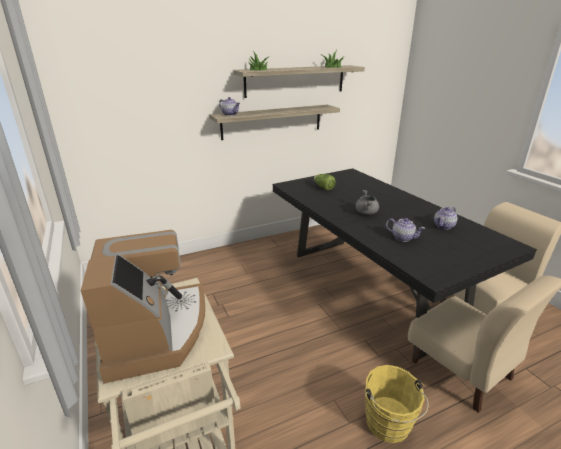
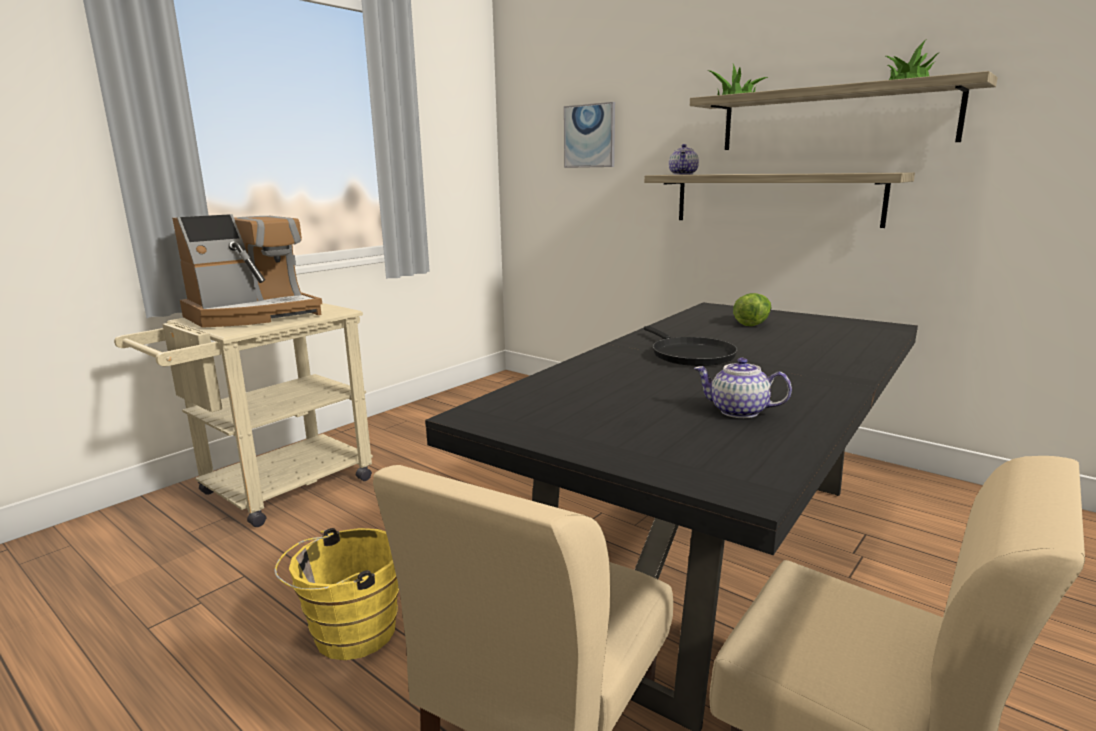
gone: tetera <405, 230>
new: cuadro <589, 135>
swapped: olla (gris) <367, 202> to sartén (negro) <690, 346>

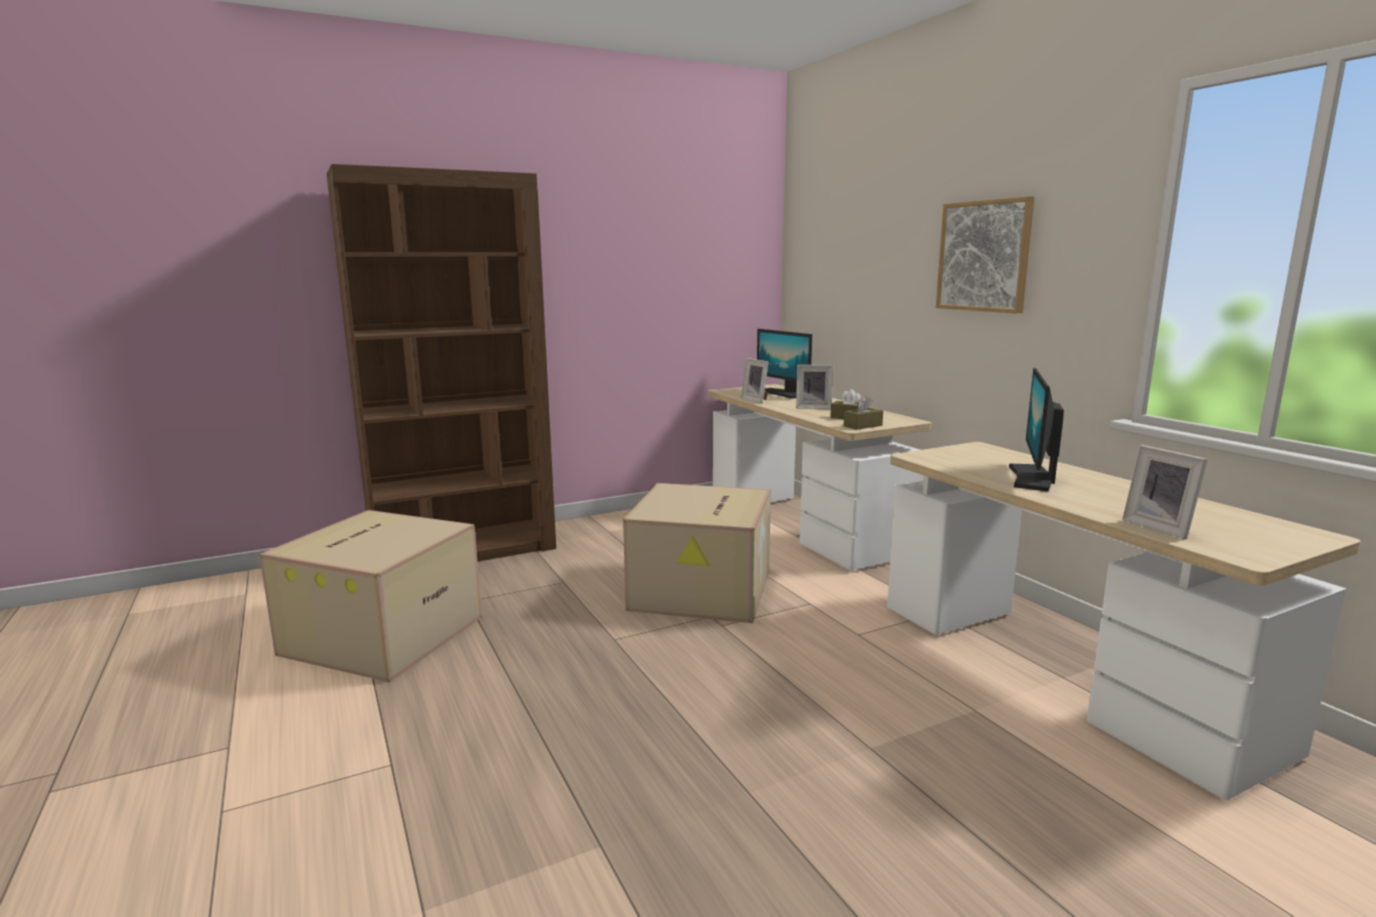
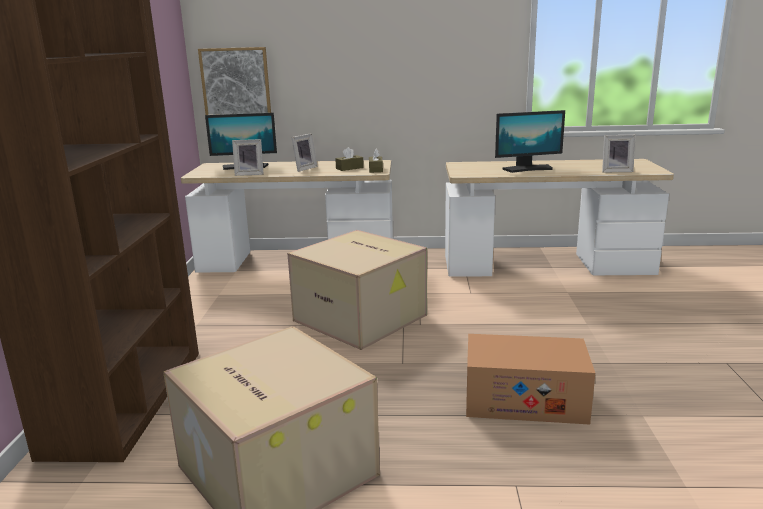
new: caja de cartón <530, 379>
shifted: cuadro <985, 255> to <234, 81>
rotated: monitor <1036, 430> = <530, 141> 60 degrees counterclockwise

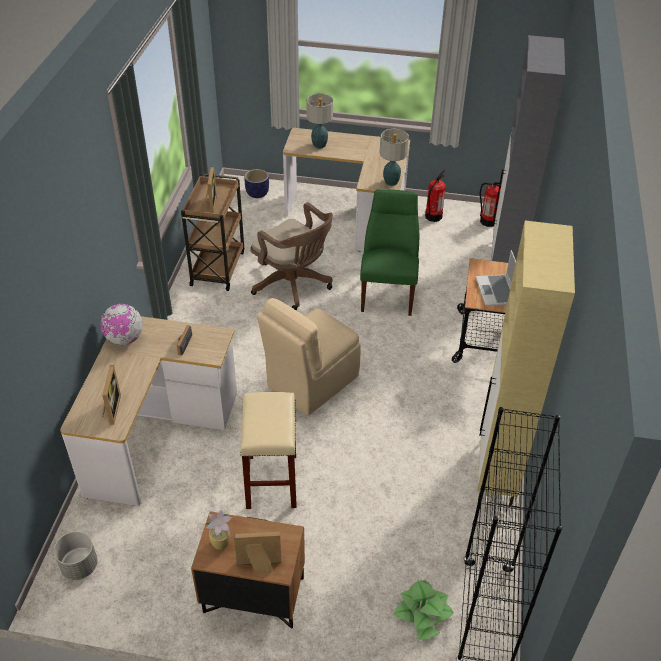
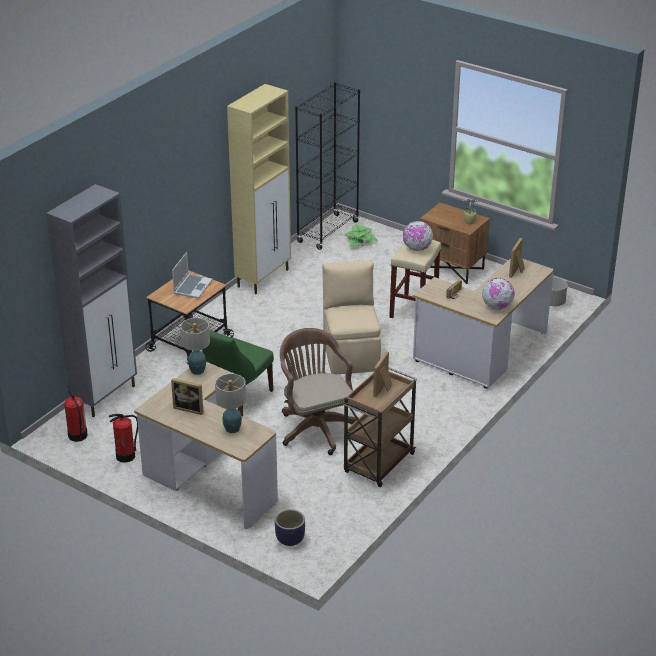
new: globo terráqueo <418, 236>
shifted: portarretratos <257, 552> to <187, 396>
rotated: silla (beis) <309, 357> = <351, 317> 75 degrees counterclockwise

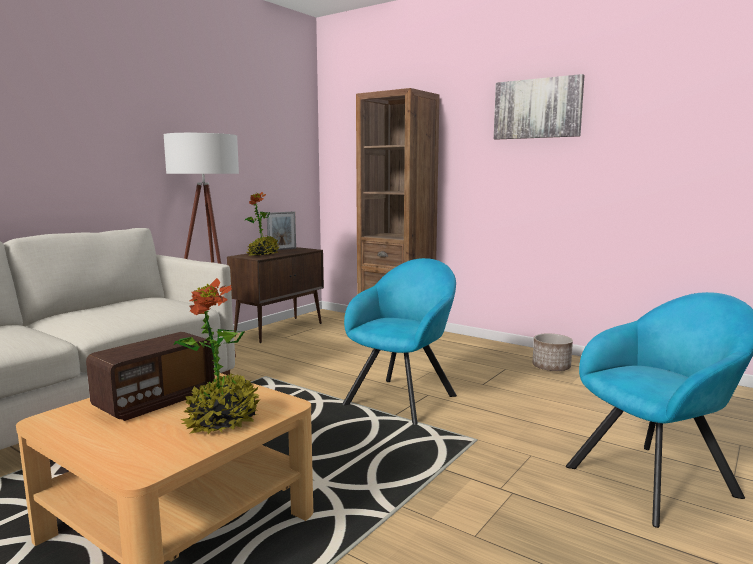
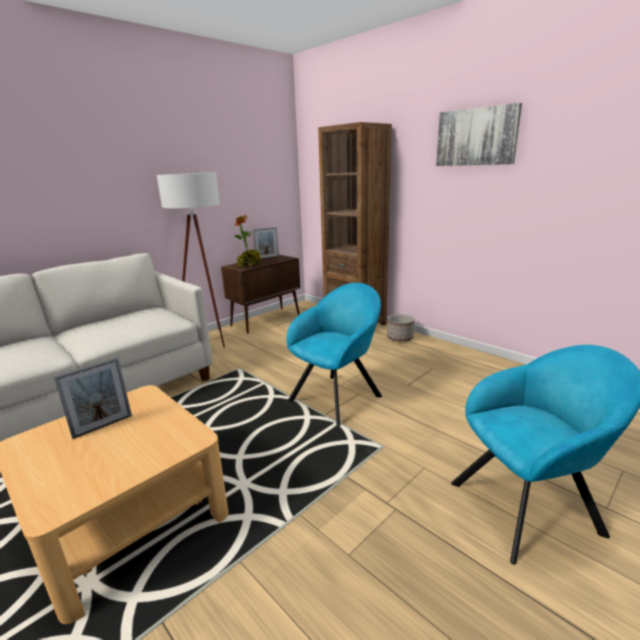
gone: planta en maceta <217, 356>
shifted: maceta <552, 352> to <401, 328>
swapped: radio <150, 376> to portarretratos <93, 398>

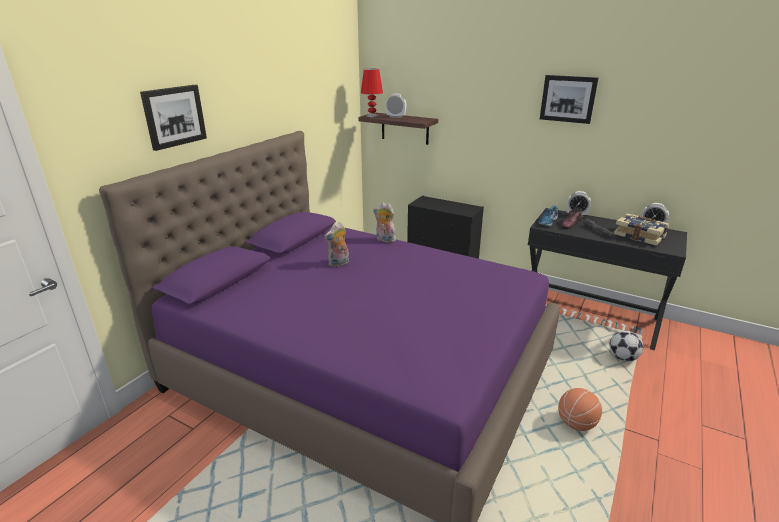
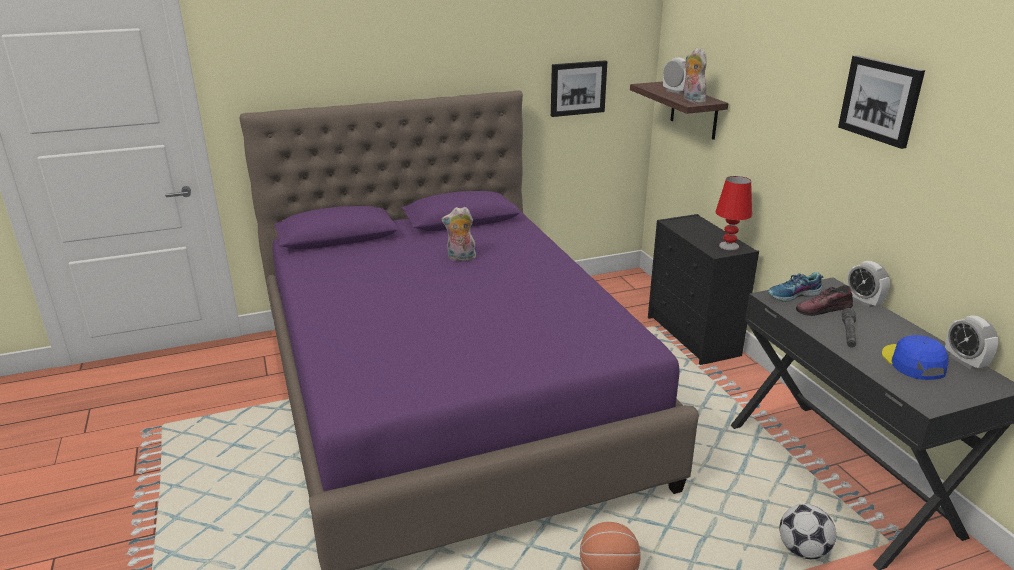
shifted: cuadro <173, 118> to <579, 88>; lámpara de mesa (rojo) <372, 93> to <733, 213>; peluche <384, 223> to <695, 75>
swapped: libro <641, 229> to gorra (azul) <915, 357>

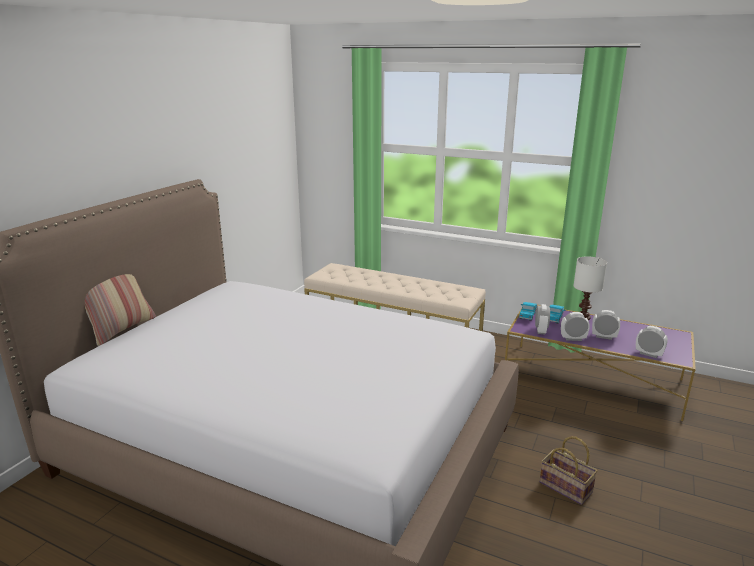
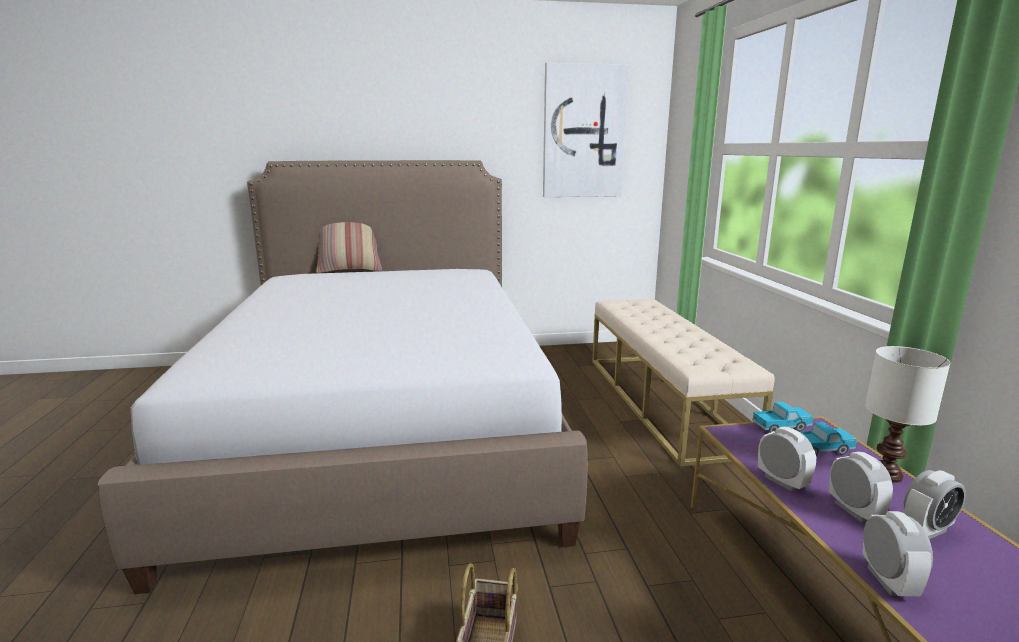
new: cuadro <586, 129>
shifted: despertador <542, 319> to <935, 504>

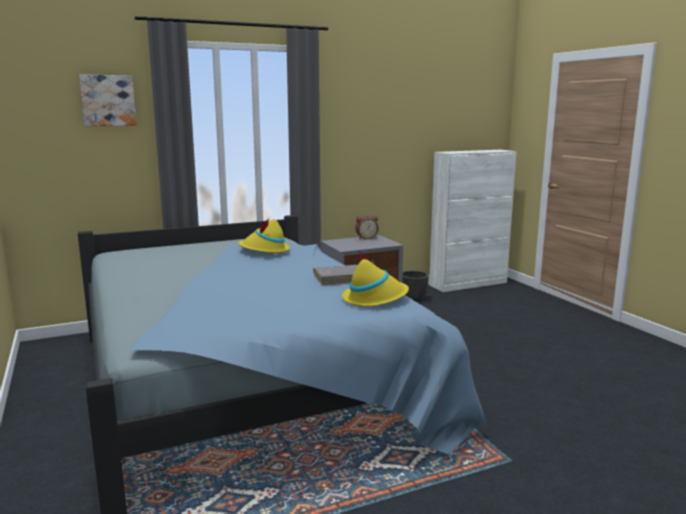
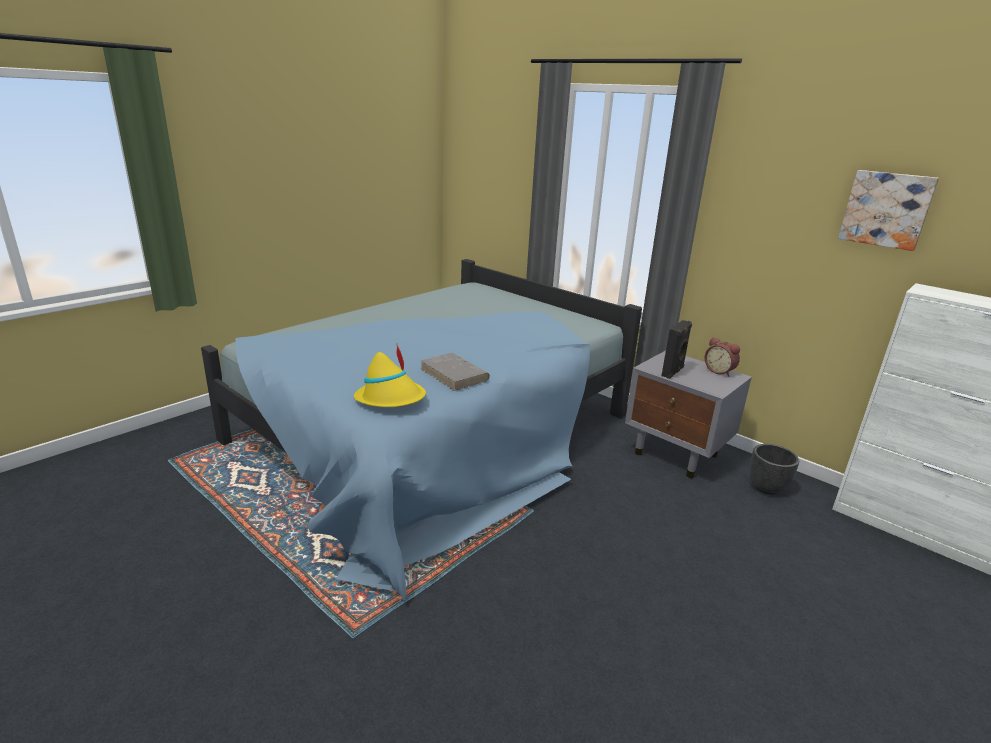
gone: sombrero (amarillo) <264, 235>
new: altavoz (negro) <676, 349>
shifted: cuadro <108, 100> to <888, 210>

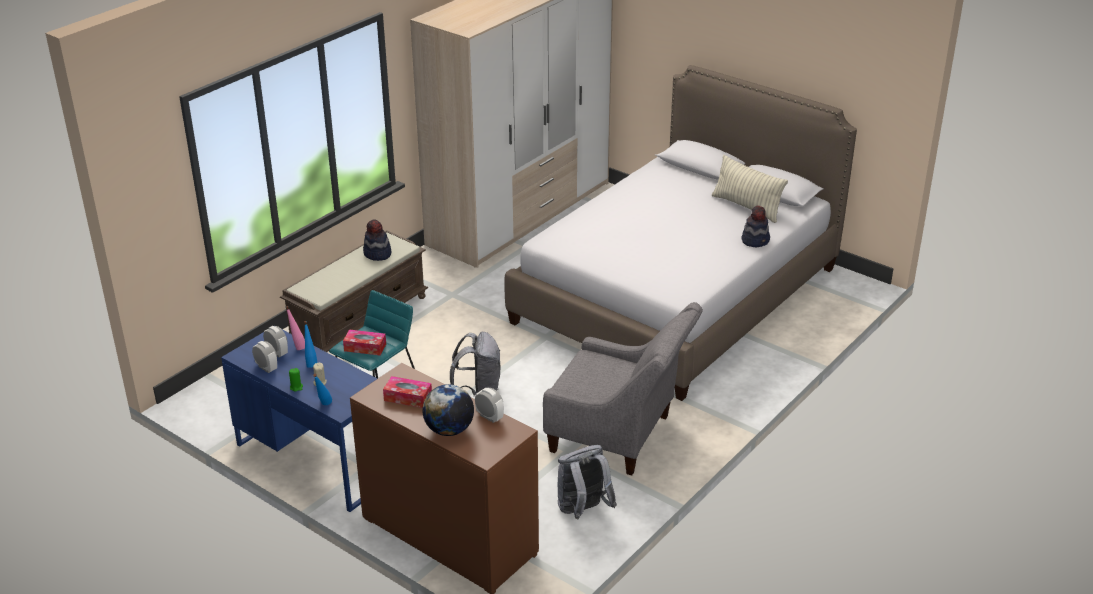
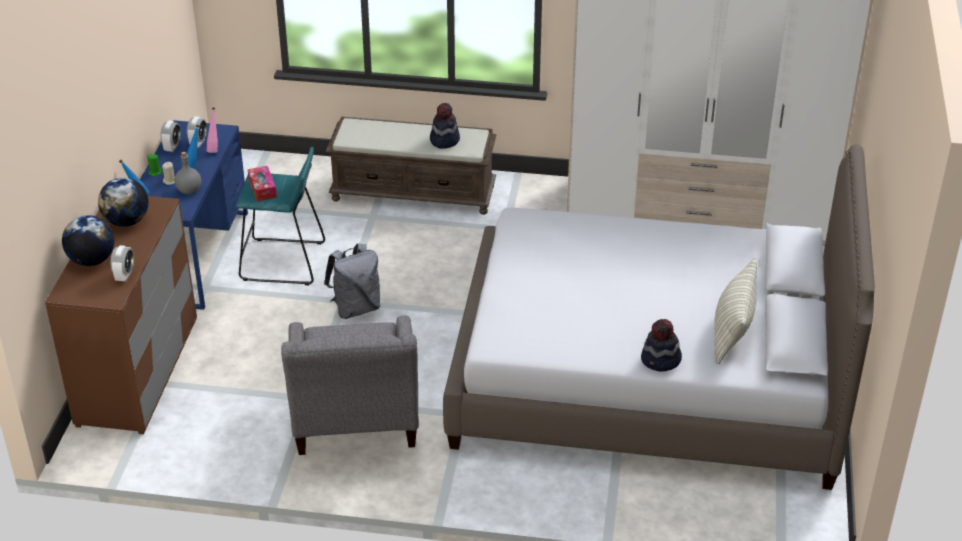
gone: mochila (gris) <587, 482>
new: botella (gris) <187, 173>
swapped: caja de pañuelos <407, 392> to globo terráqueo <123, 202>

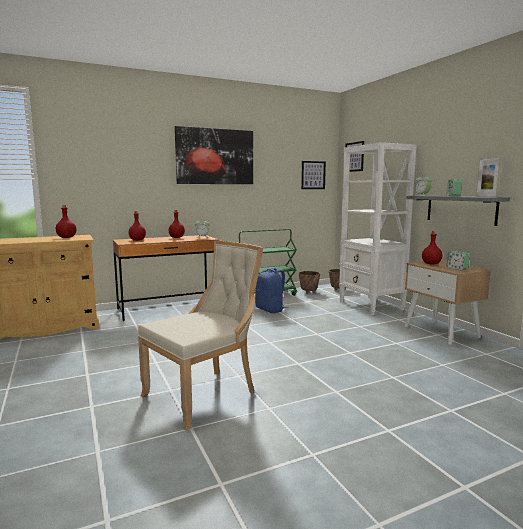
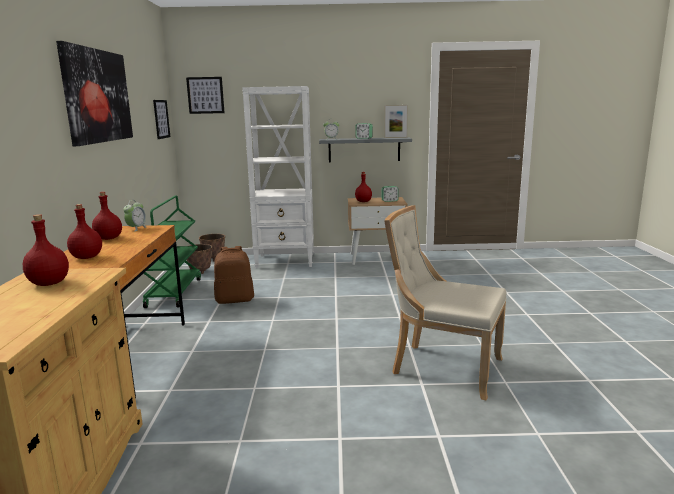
repainted: mochila (azul) <271, 290> to mochila (marrón) <234, 275>
rotated: silla (beis) <200, 335> = <445, 303> 45 degrees counterclockwise

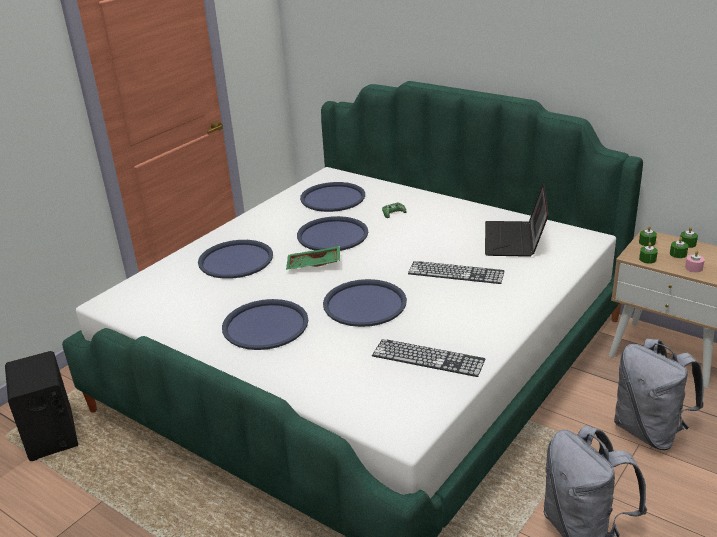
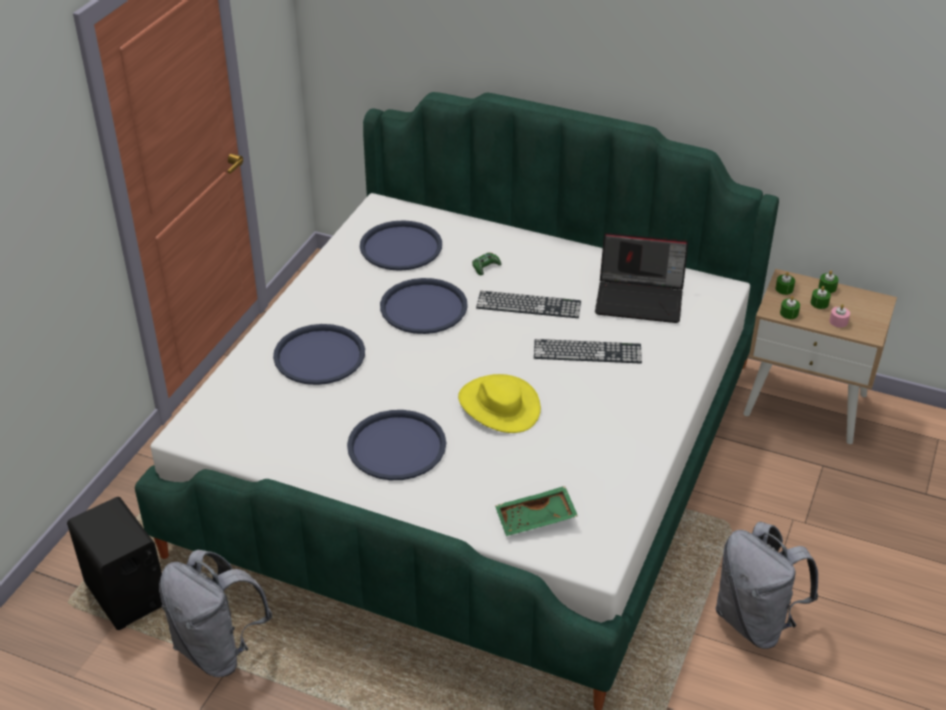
shifted: bandeja (verde) <313, 258> to <536, 511>; teclado <428, 358> to <528, 304>; mochila (gris) <659, 394> to <216, 613>
swapped: bandeja (azul) <365, 303> to sombrero (amarillo) <499, 403>
rotated: portátil <517, 220> = <642, 278> 75 degrees counterclockwise

